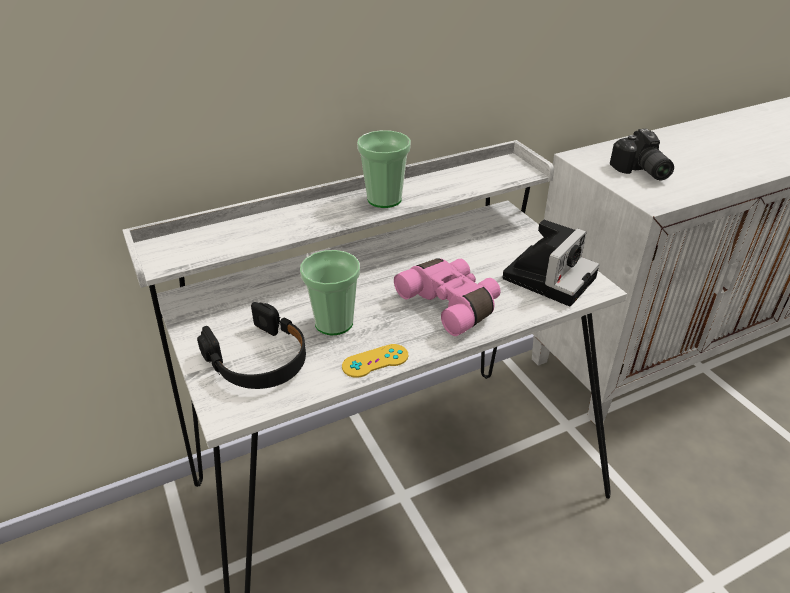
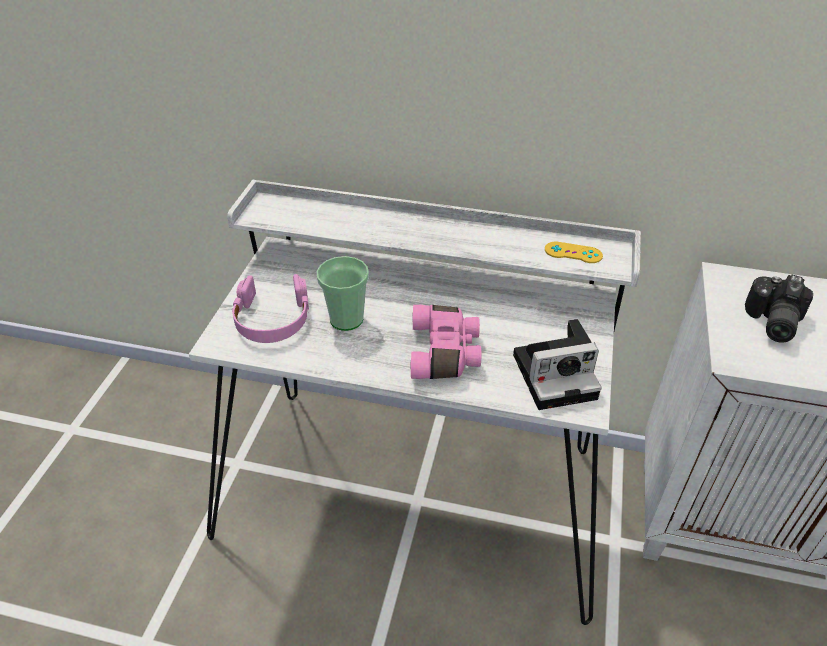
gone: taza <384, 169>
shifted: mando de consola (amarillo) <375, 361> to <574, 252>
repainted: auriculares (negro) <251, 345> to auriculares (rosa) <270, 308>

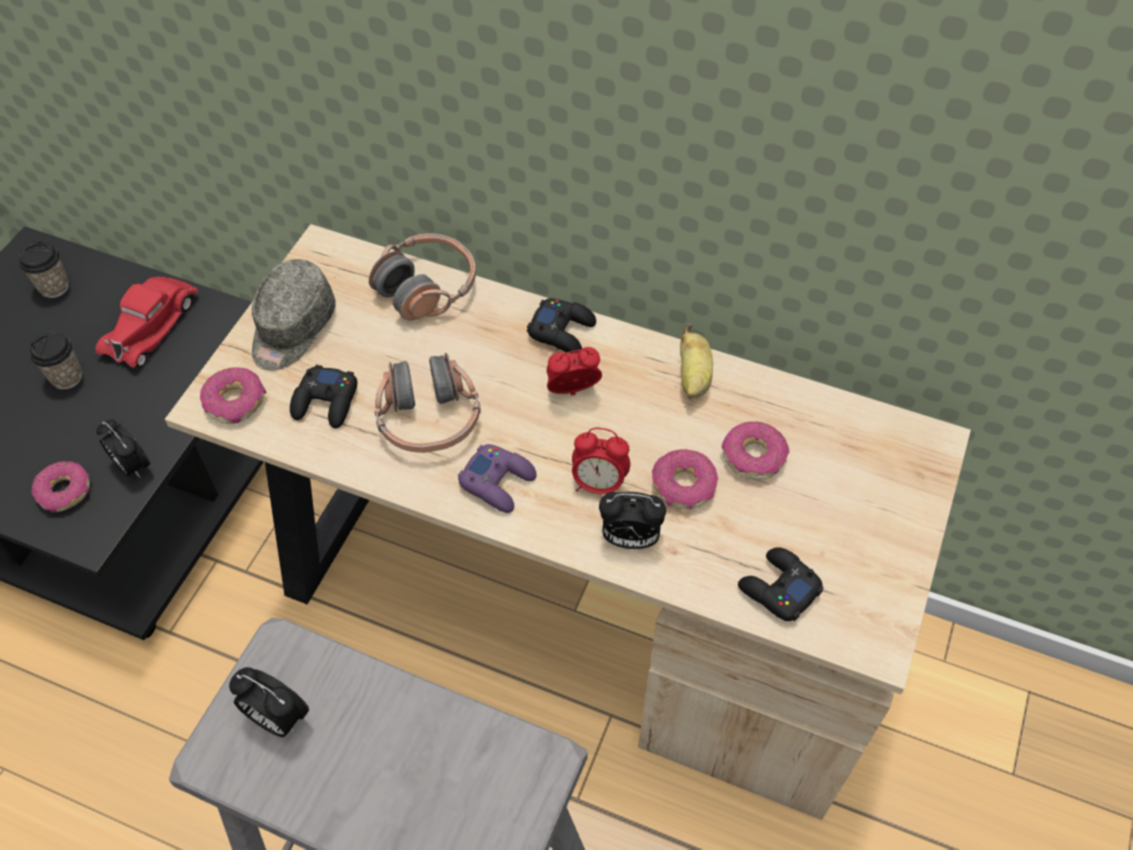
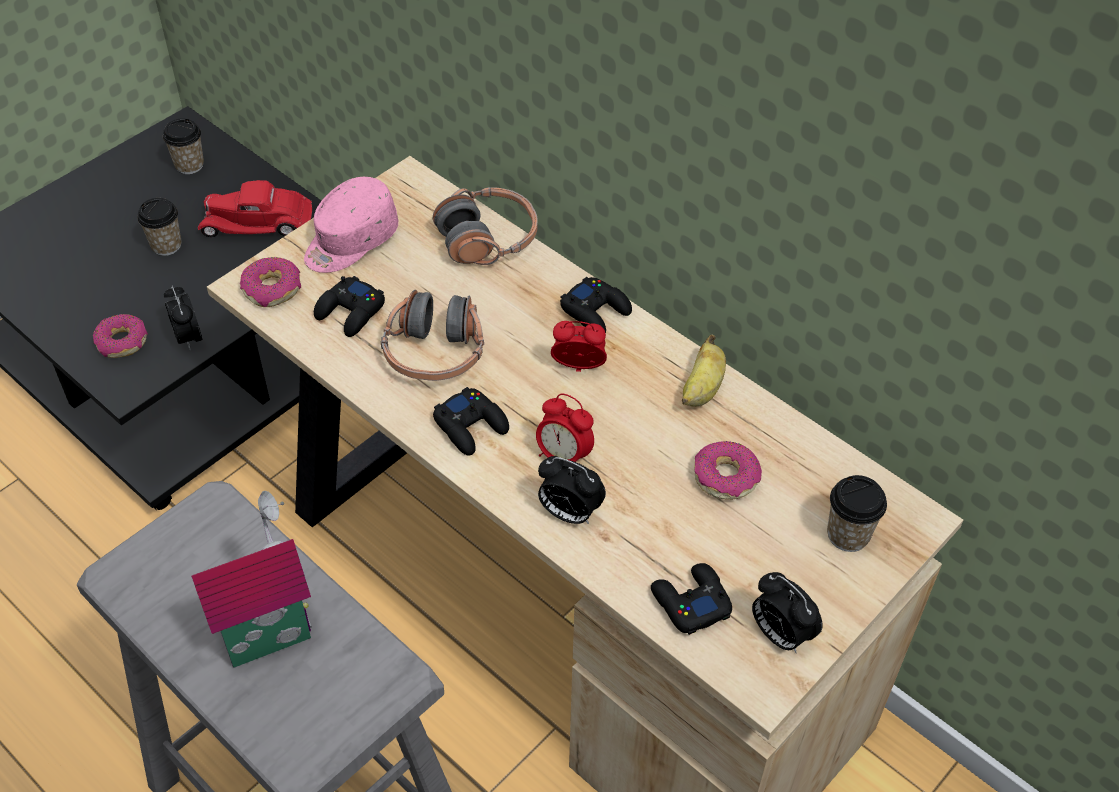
gone: rosquilla <685, 479>
new: casita <251, 579>; taza <857, 513>
shifted: despertador <269, 702> to <787, 612>
repainted: gorra (gris) <293, 314> to gorra (rosa) <351, 225>; mando de consola (morado) <497, 478> to mando de consola (negro) <471, 421>
rotated: coche de juguete (rojo) <146, 322> = <255, 208> 45 degrees clockwise

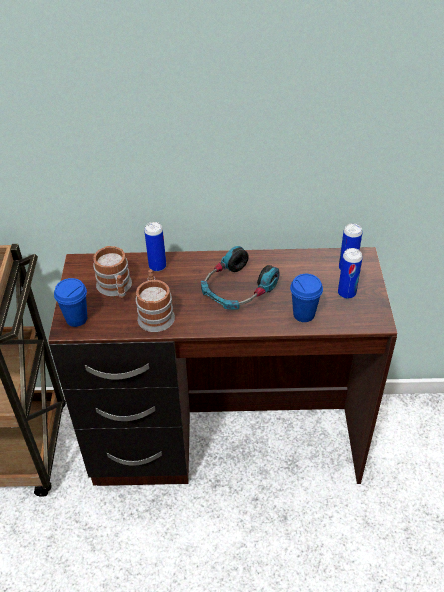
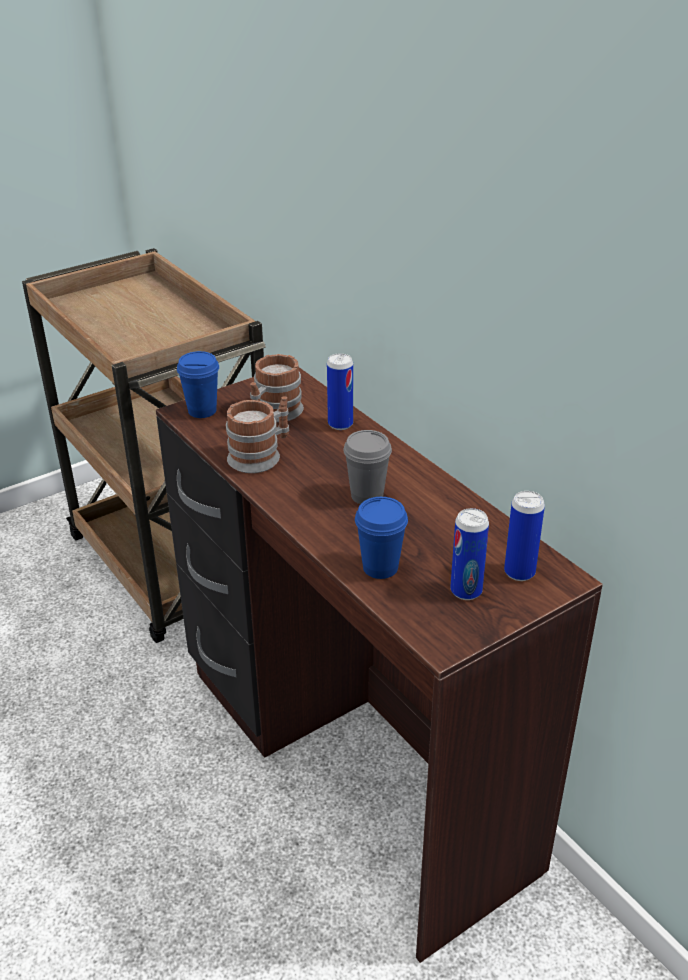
swapped: auriculares <240, 278> to taza (gris) <368, 467>

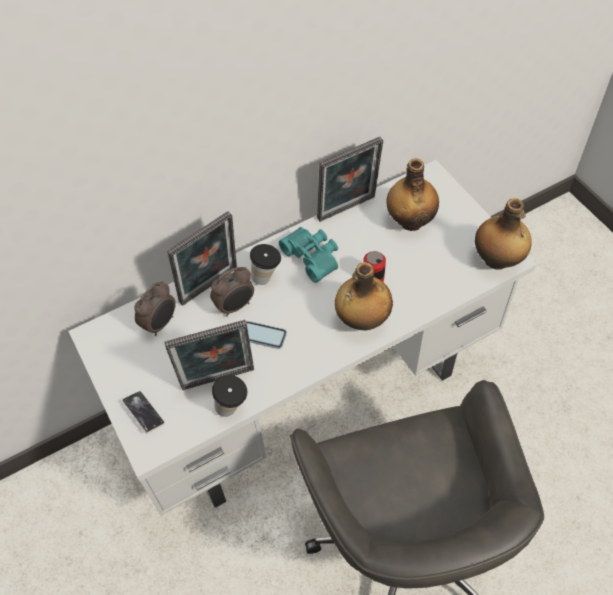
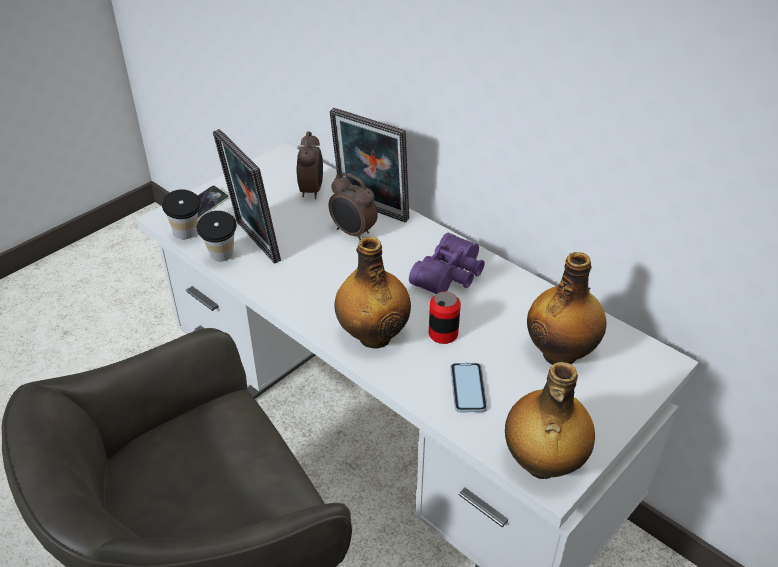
gone: portarretratos <350, 179>
shifted: móvil <266, 335> to <468, 387>; taza <265, 264> to <181, 214>
repainted: prismáticos (turquesa) <308, 255> to prismáticos (morado) <447, 263>
rotated: despertador <155, 308> = <310, 165> 105 degrees counterclockwise

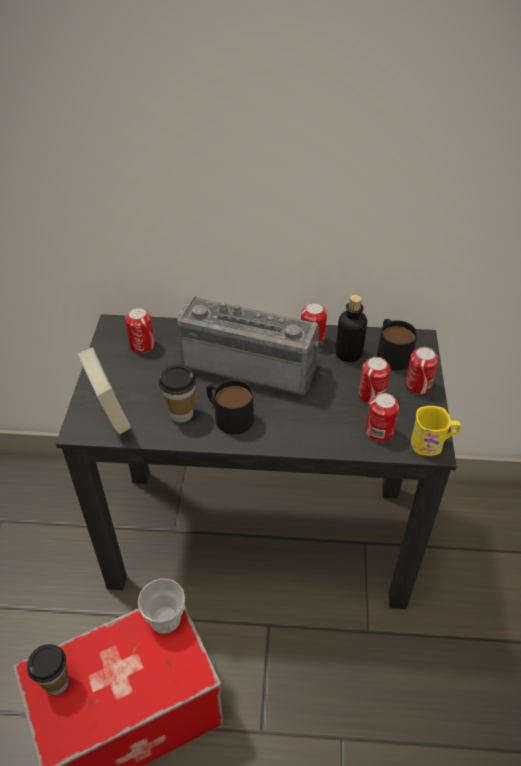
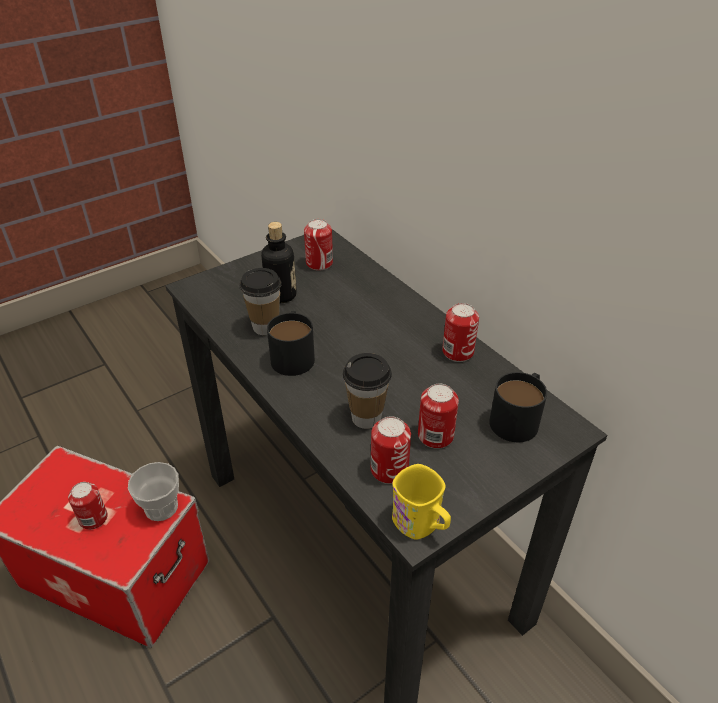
gone: libro <104, 391>; radio <249, 345>
shifted: taza <48, 669> to <367, 391>; botella <351, 328> to <279, 262>; lata <422, 370> to <88, 506>

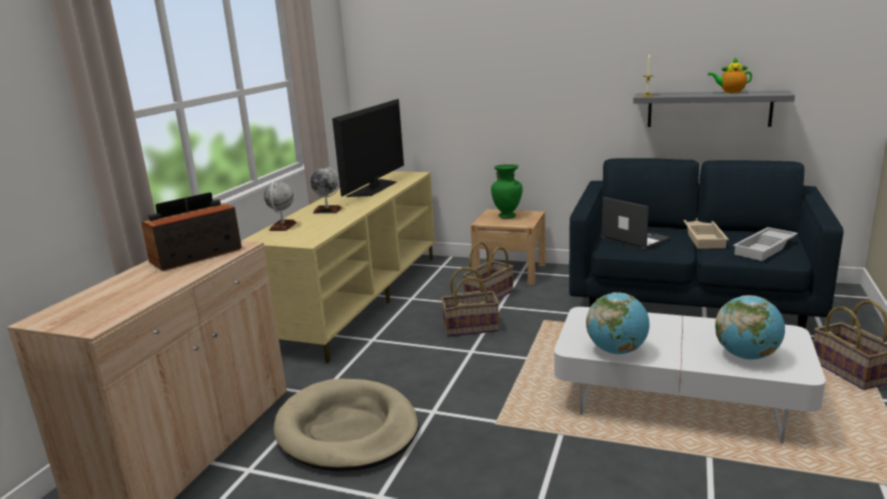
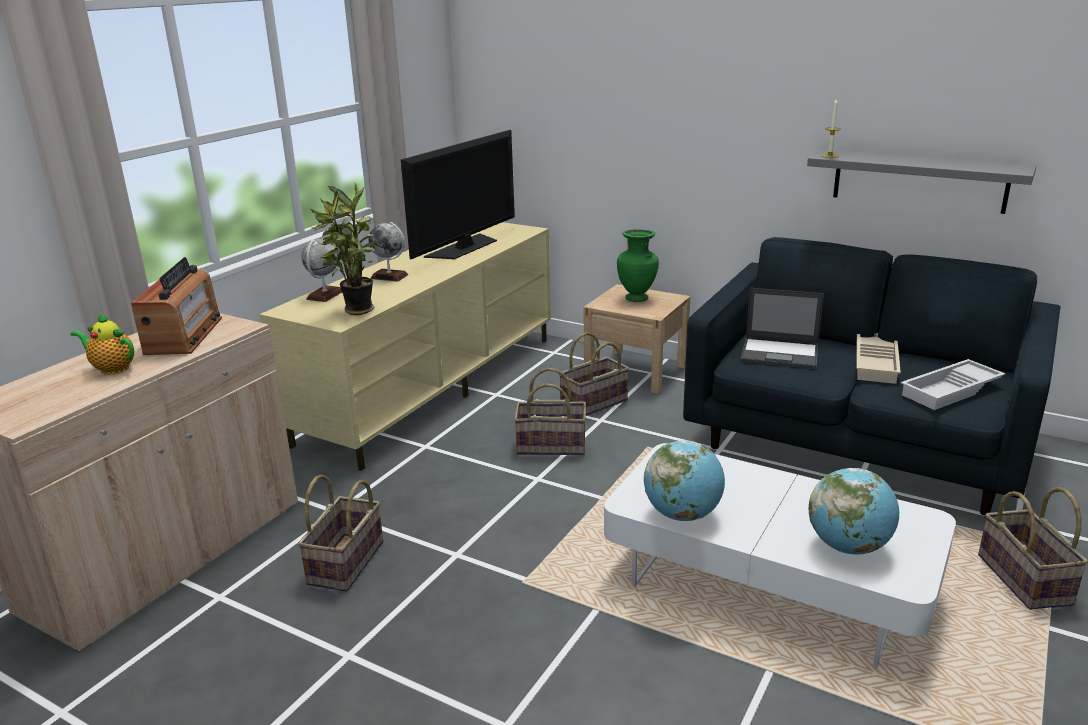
new: planta en maceta <345, 249>
shifted: tetera <730, 75> to <102, 344>
swapped: cama para perro (beis) <346, 425> to cesta <340, 533>
rotated: radio <192, 231> = <176, 306> 120 degrees clockwise; portátil <636, 223> = <782, 328> 135 degrees clockwise

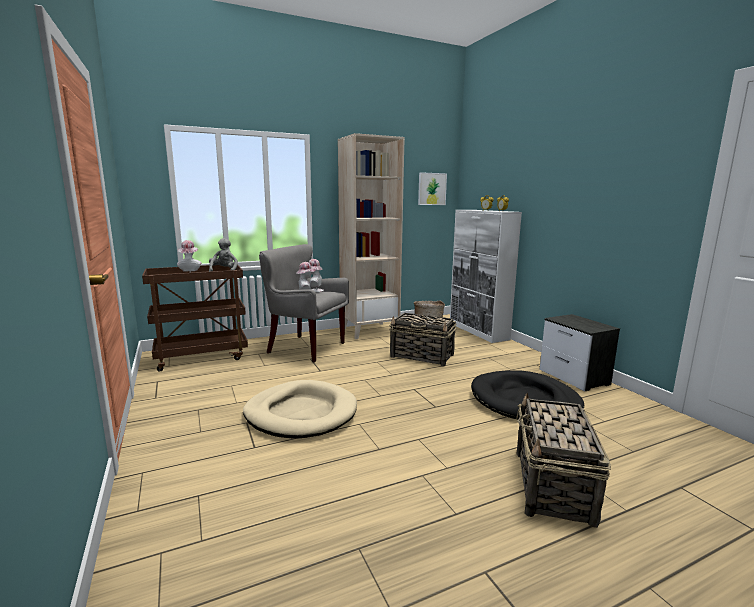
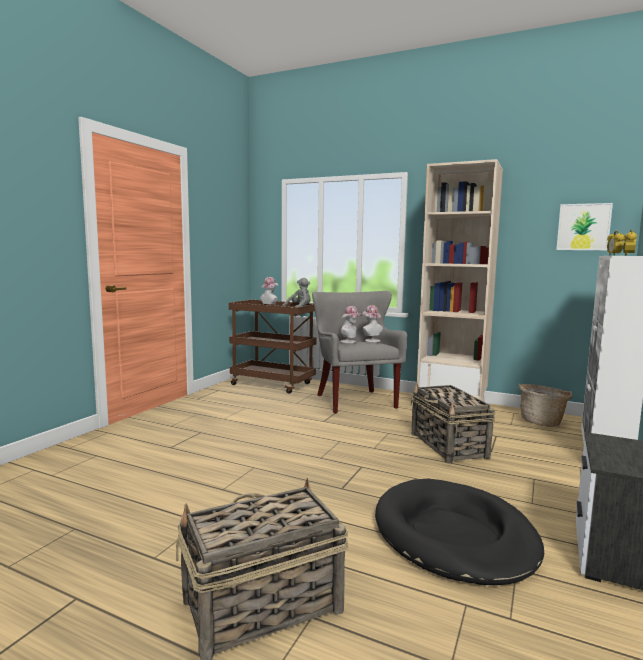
gone: cama para perro (beis) <300, 409>

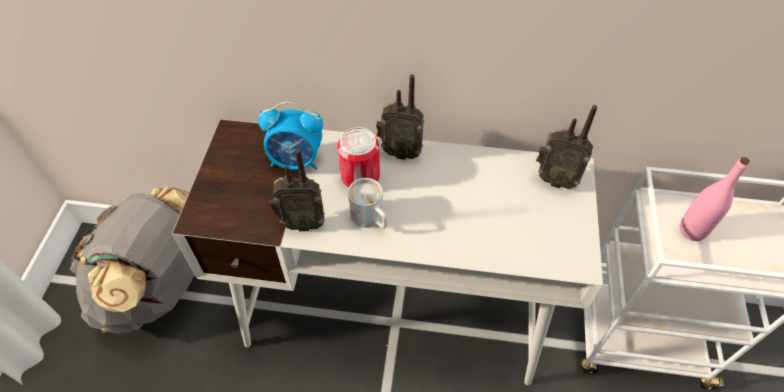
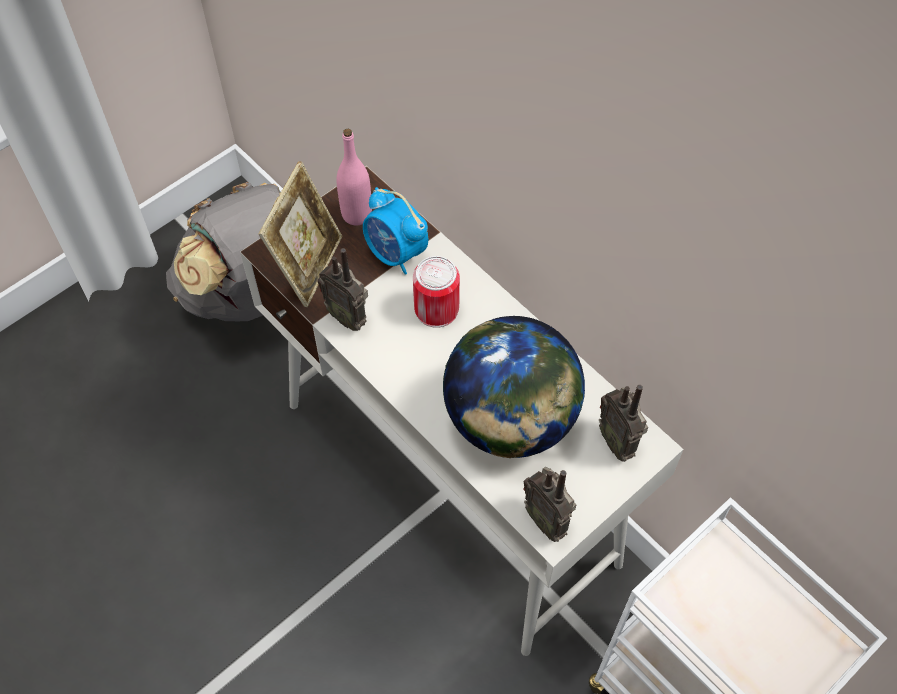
gone: taza grande (blanco) <367, 203>
new: portarretratos <300, 234>; globo terráqueo <514, 387>
shifted: radio <400, 117> to <549, 504>; botella (rosa) <714, 199> to <354, 177>

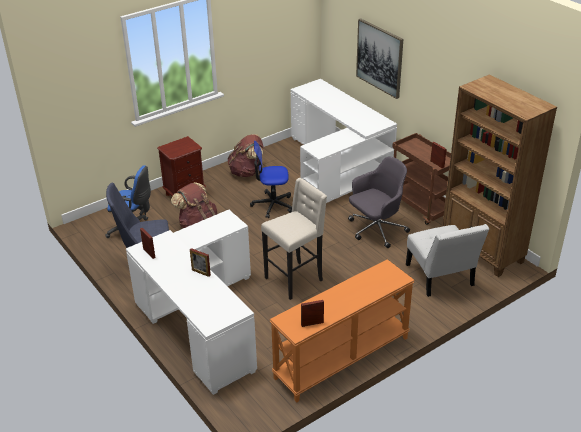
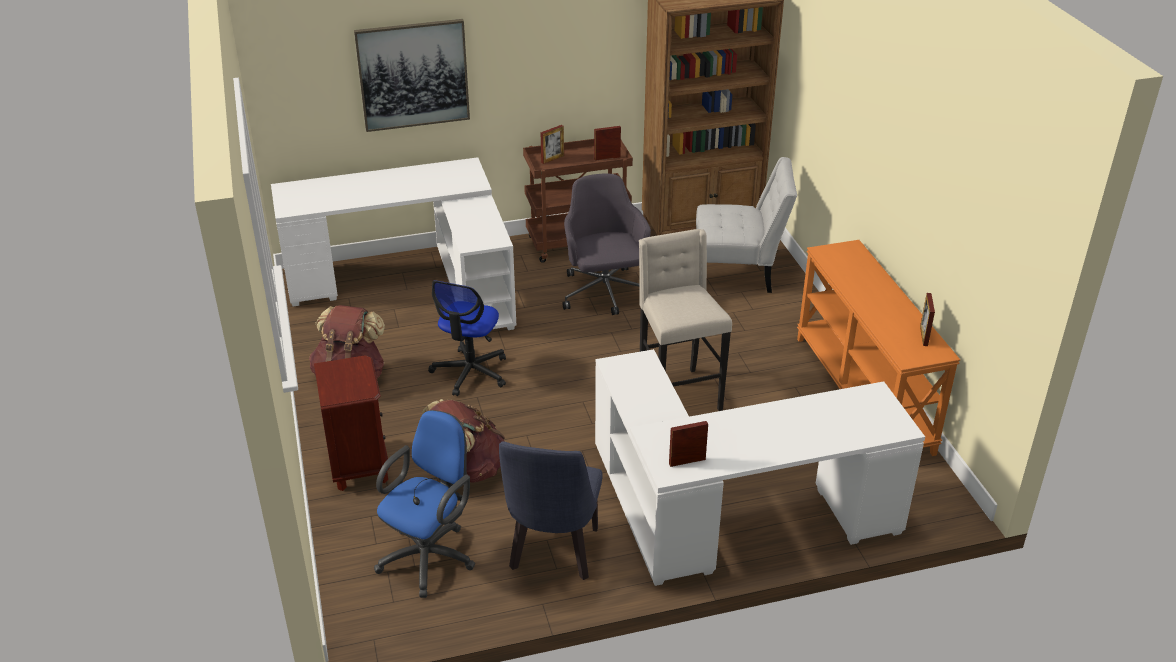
shifted: portarretratos <200, 262> to <552, 144>

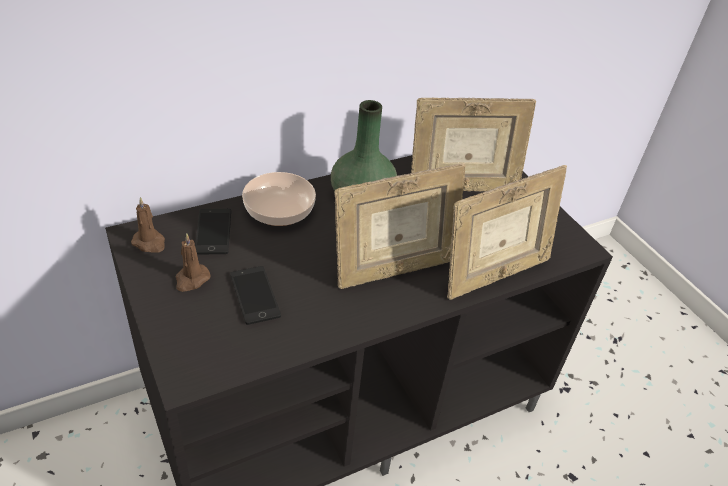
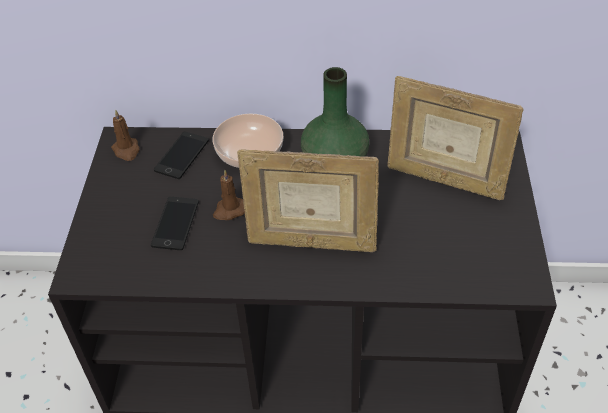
gone: portarretratos <507, 232>
shifted: vela (marrón) <193, 262> to <229, 195>

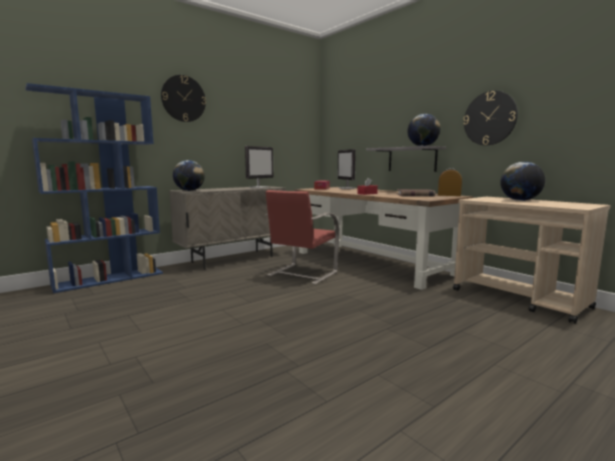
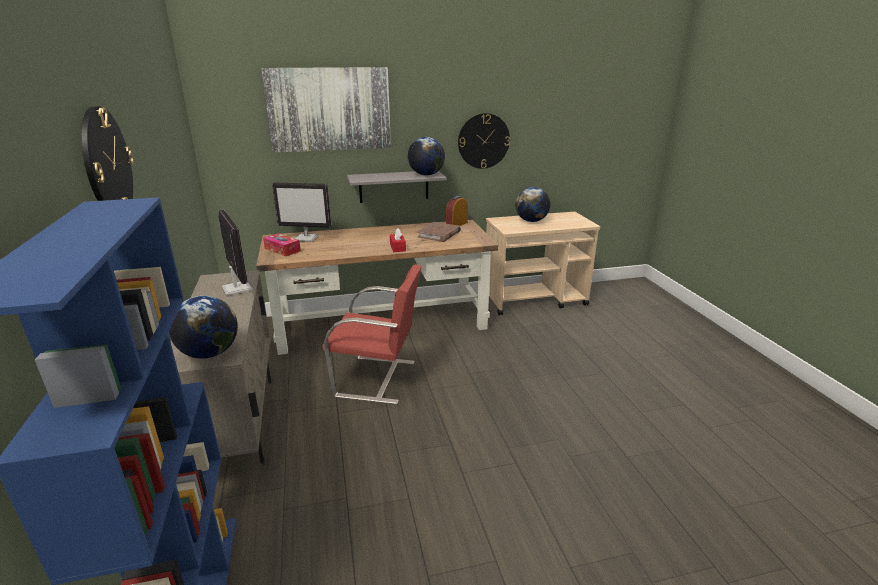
new: cuadro <326, 110>
rotated: silla (rojo) <302, 237> = <372, 334> 45 degrees counterclockwise

